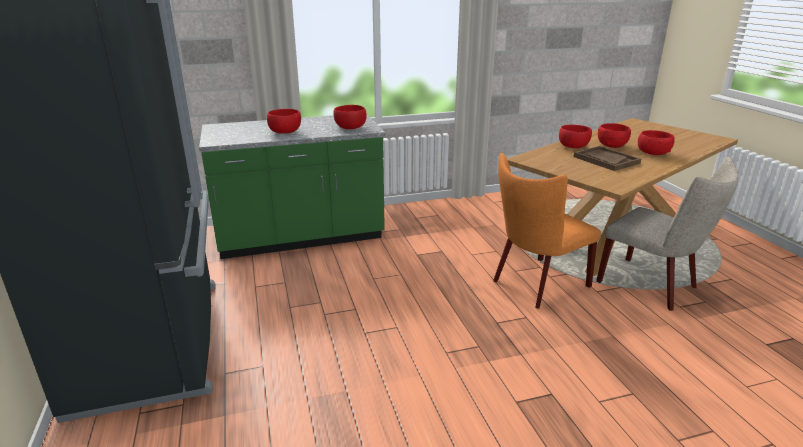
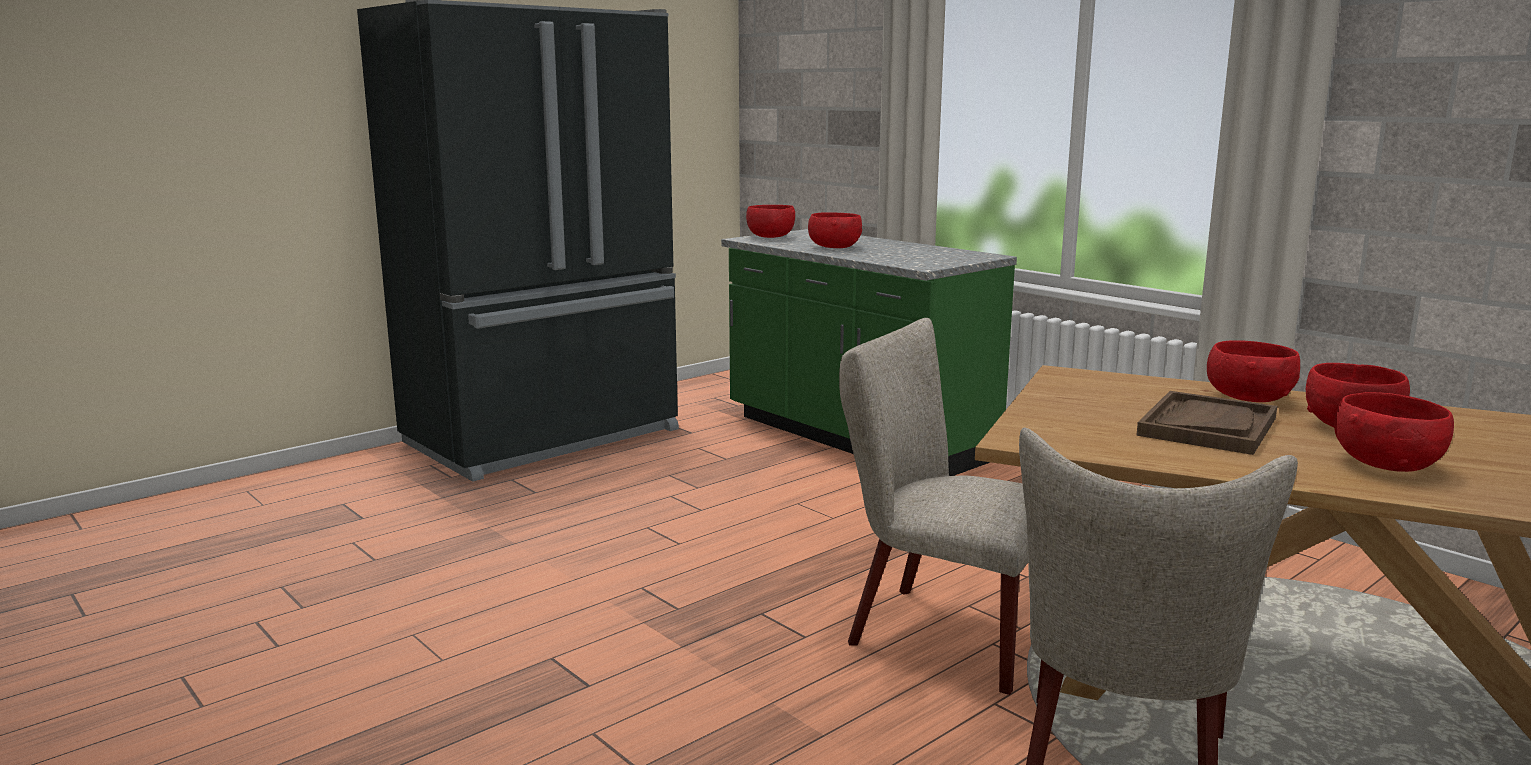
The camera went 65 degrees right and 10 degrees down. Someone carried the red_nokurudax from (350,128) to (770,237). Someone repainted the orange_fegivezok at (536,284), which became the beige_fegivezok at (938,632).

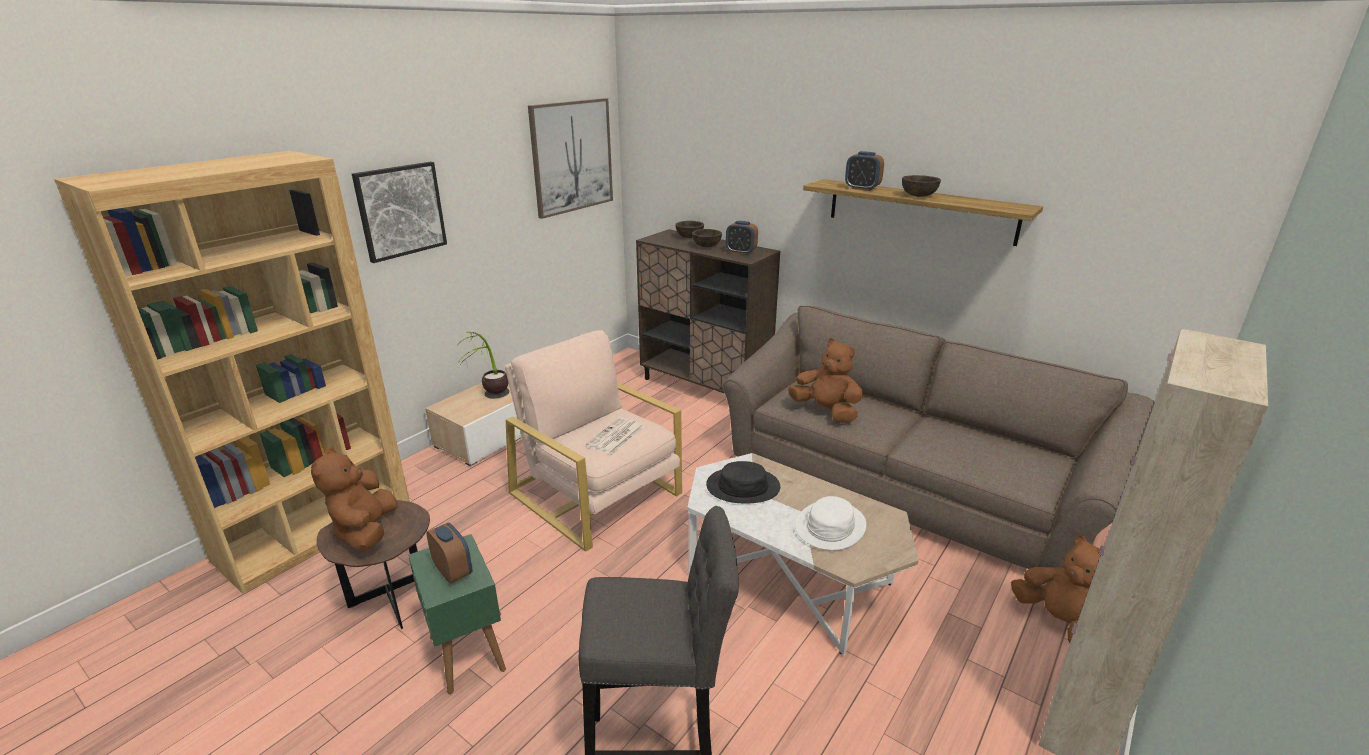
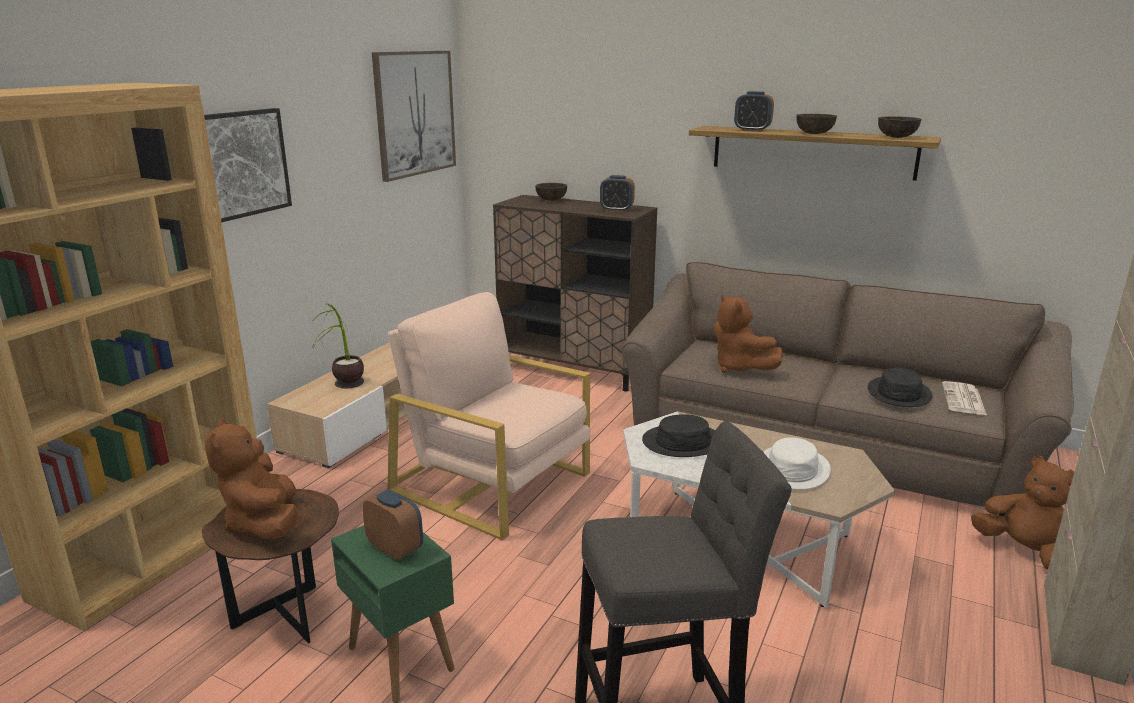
The camera went 10 degrees left and 5 degrees down. Someone carried the brown_nokurudax from (706,246) to (896,137). Someone rotated the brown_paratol at (826,411) by 150 degrees counterclockwise. Someone carried the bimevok from (615,437) to (964,400). Someone put down the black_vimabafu at (899,393).

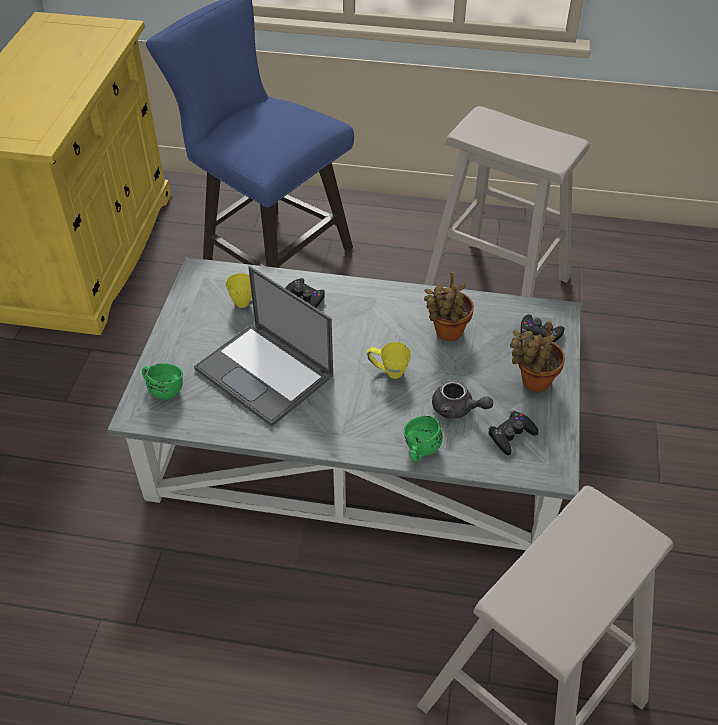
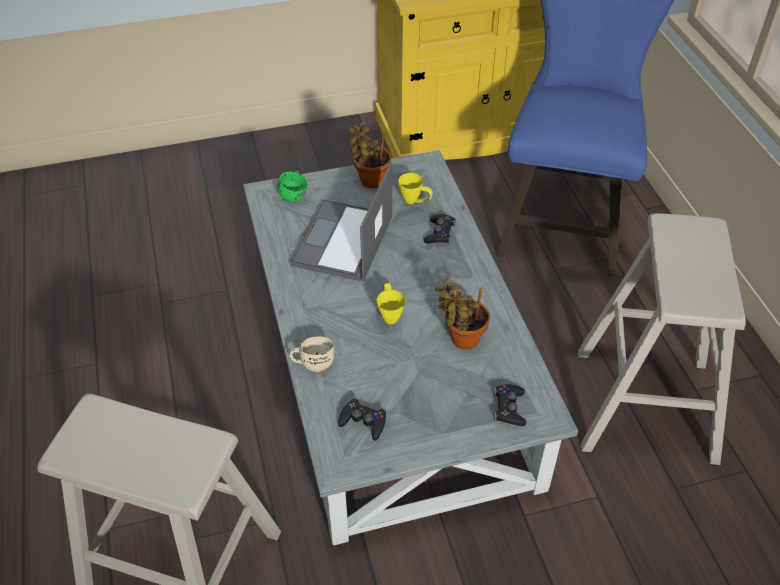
The camera went 65 degrees right and 0 degrees up. Someone carried the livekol from (532,382) to (370,179). Someone took away the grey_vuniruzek at (457,409). Someone repainted the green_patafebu at (419,450), which became the beige_patafebu at (313,362).

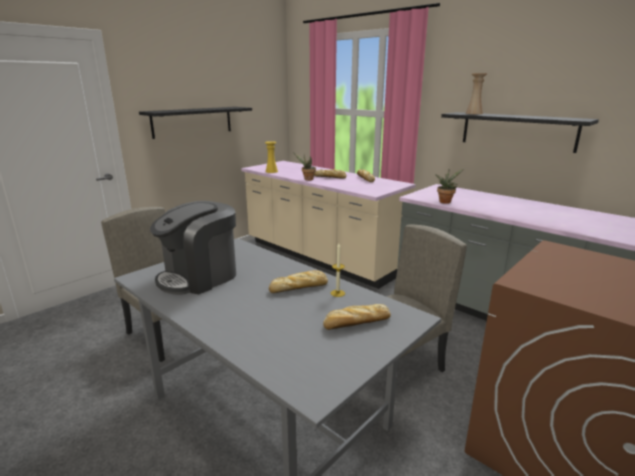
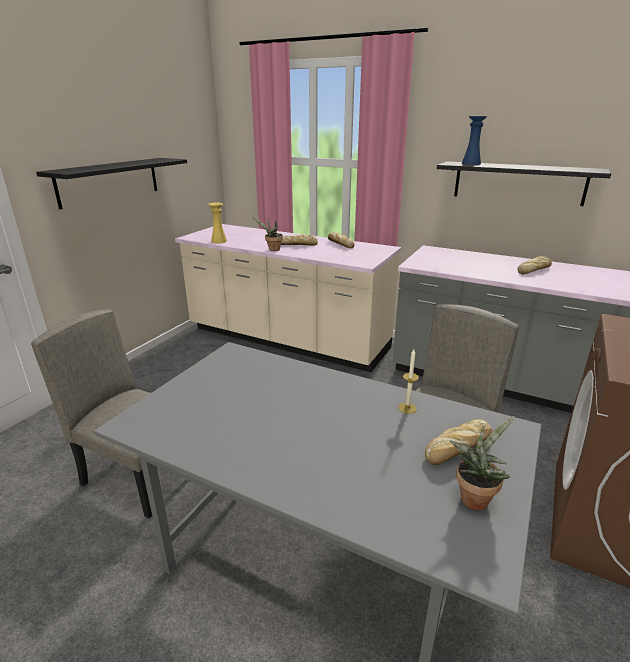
The camera went 15 degrees left and 5 degrees up. Someone repainted the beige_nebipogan at (474,113), which became the blue_nebipogan at (471,163). Someone carried the livekol from (445,201) to (474,496). Someone took away the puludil at (200,276). Someone carried the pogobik from (300,287) to (534,269).

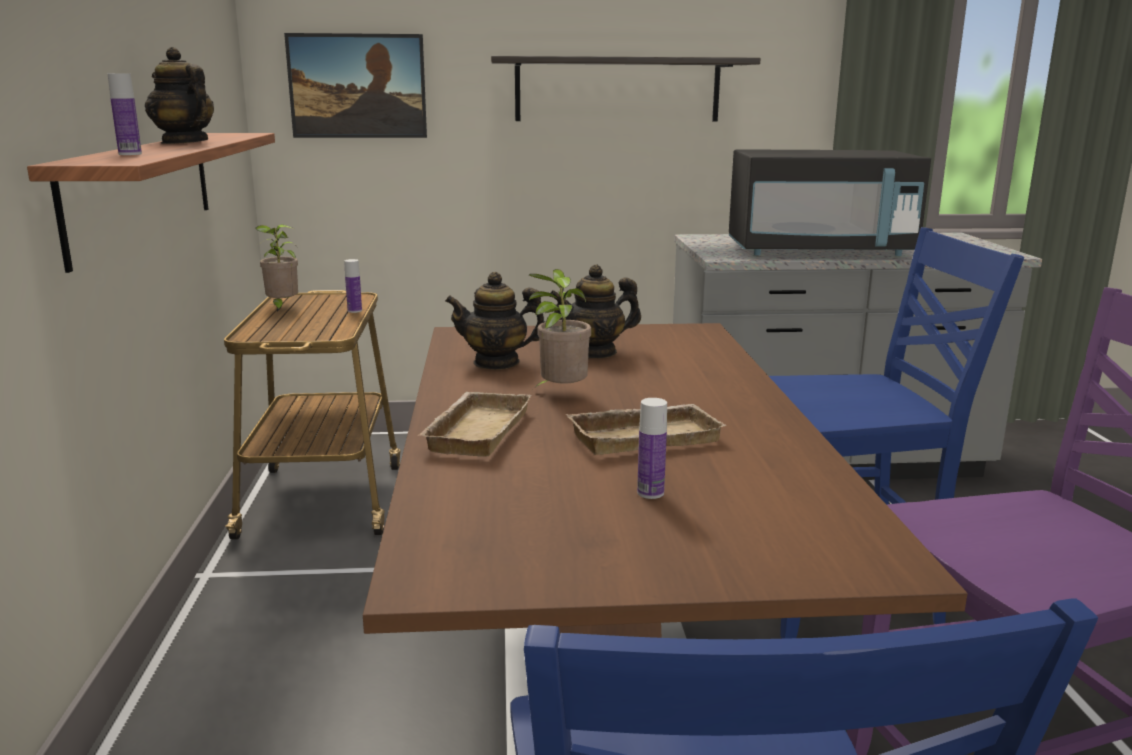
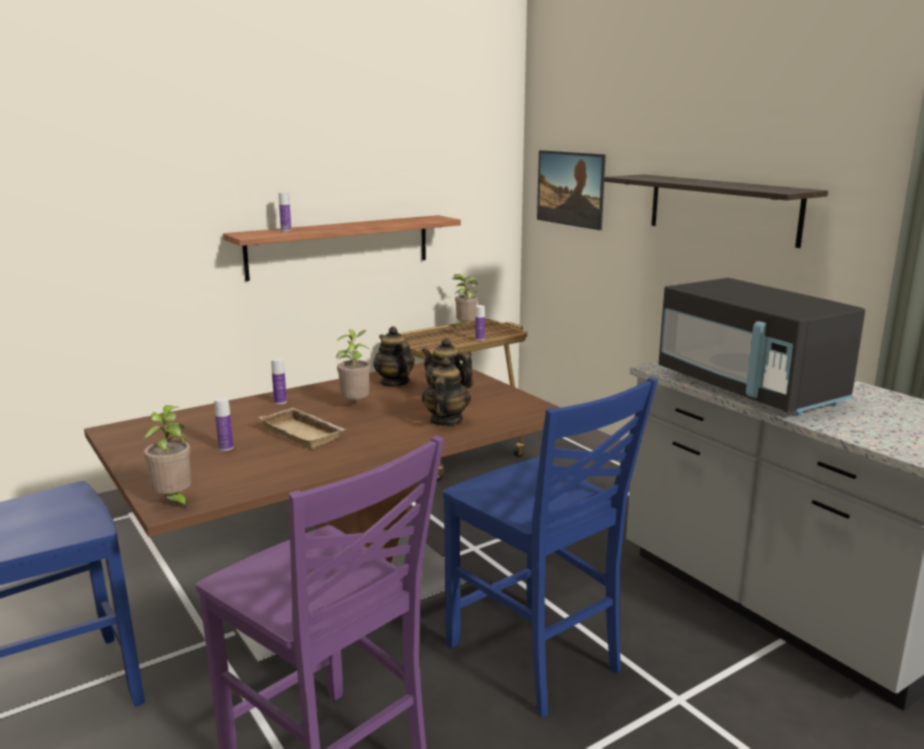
The camera went 60 degrees right and 0 degrees up. Someone carried the vuniruzek from (184,142) to (445,421). Someone swapped the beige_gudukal at (475,430) for the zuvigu at (280,402). Someone put down the livekol at (174,502).

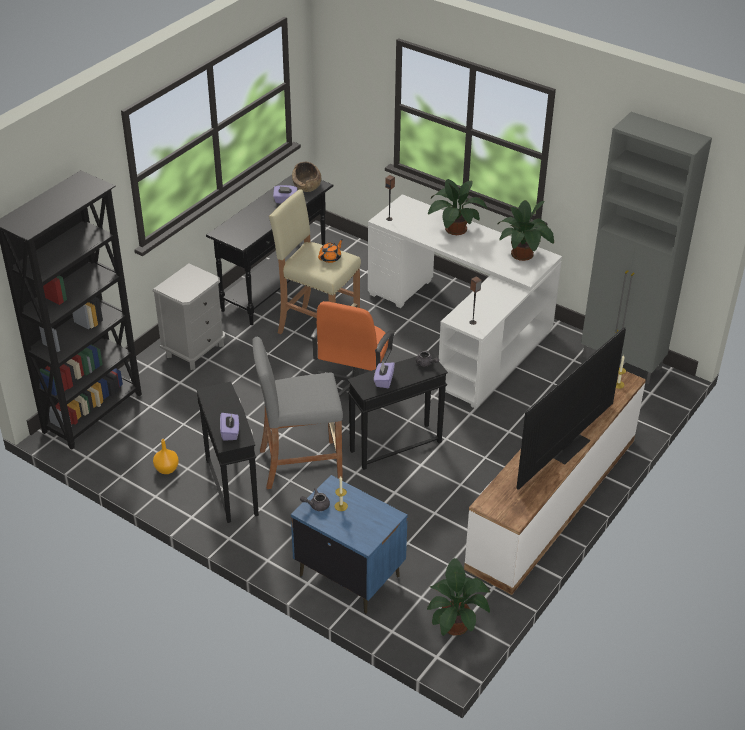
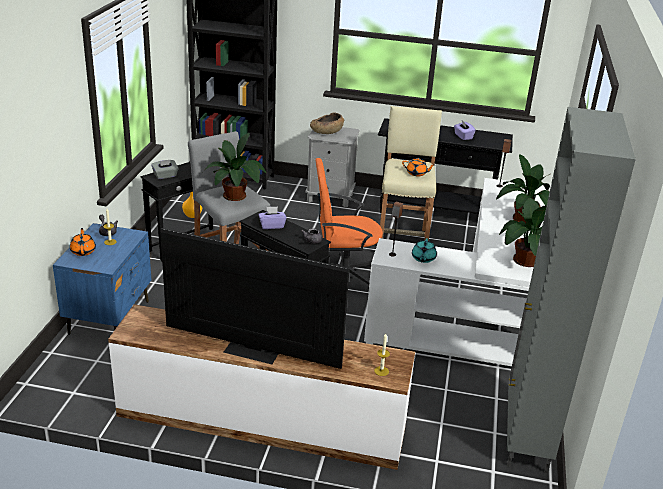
The camera went 65 degrees right and 10 degrees down. Someone carried the brown_nokurudax from (307,185) to (326,131). Someone repainted the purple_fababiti at (230,432), which became the grey_fababiti at (165,176). Someone carried the livekol from (456,622) to (236,195). Someone put down the orange_vuniruzek at (83,251). Someone put down the turquoise_vuniruzek at (423,258).

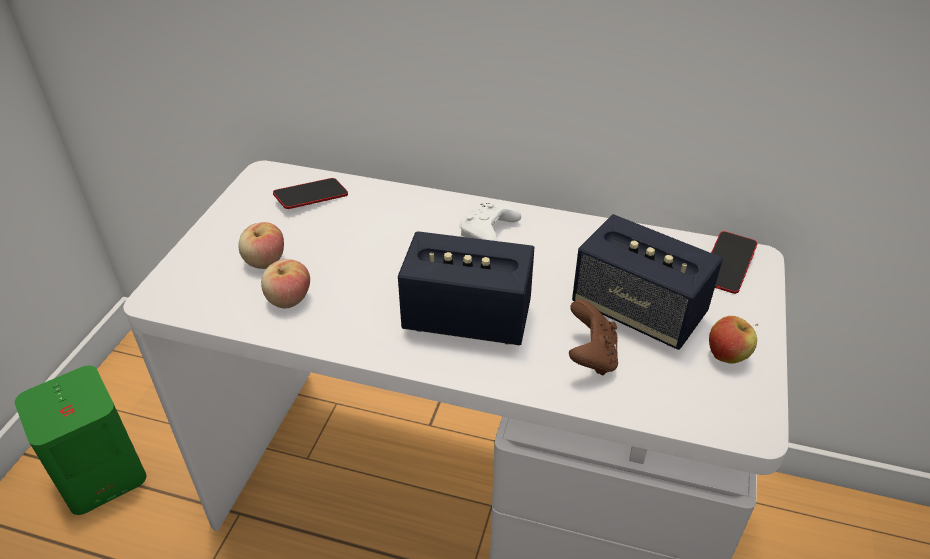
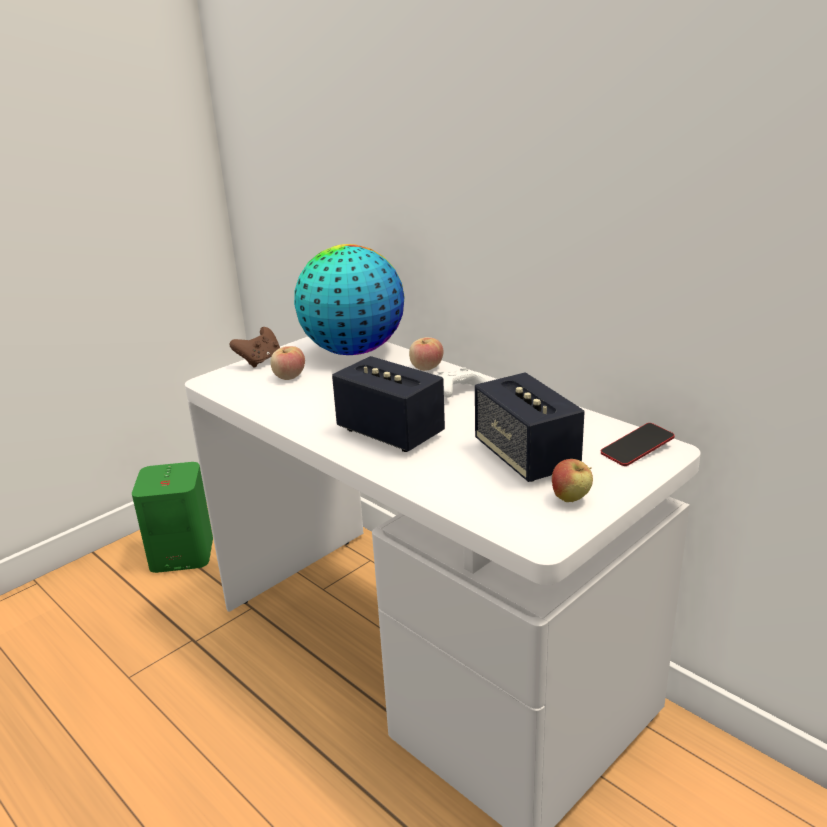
The camera went 30 degrees right and 15 degrees down. Someone swapped the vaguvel at (311,198) for the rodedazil at (353,351). Someone carried the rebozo from (288,299) to (426,368). Someone carried the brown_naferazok from (591,357) to (260,361).

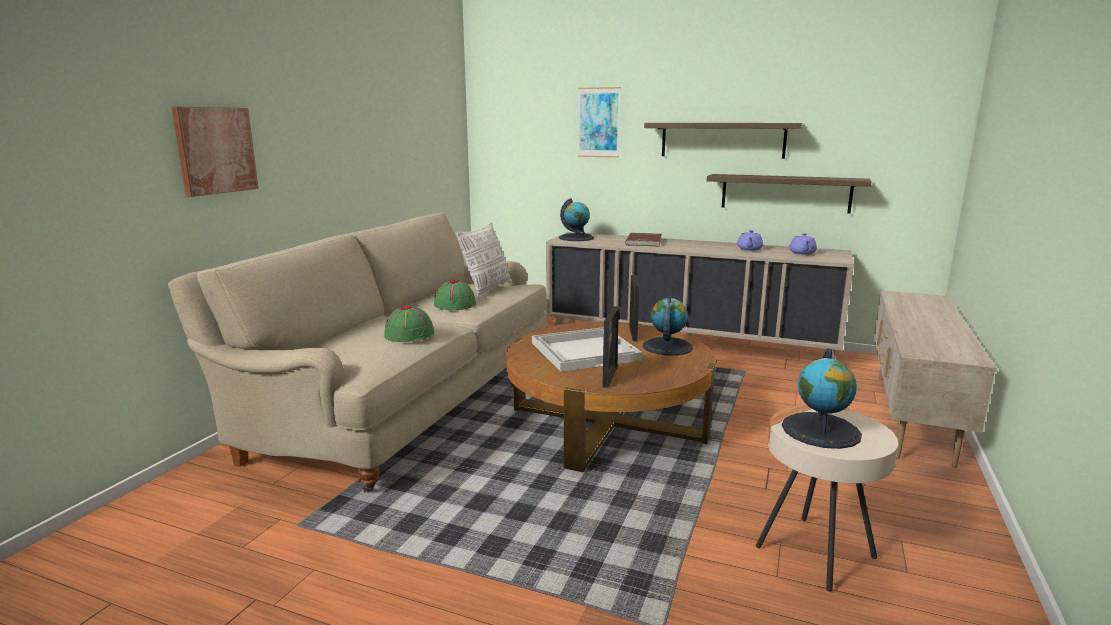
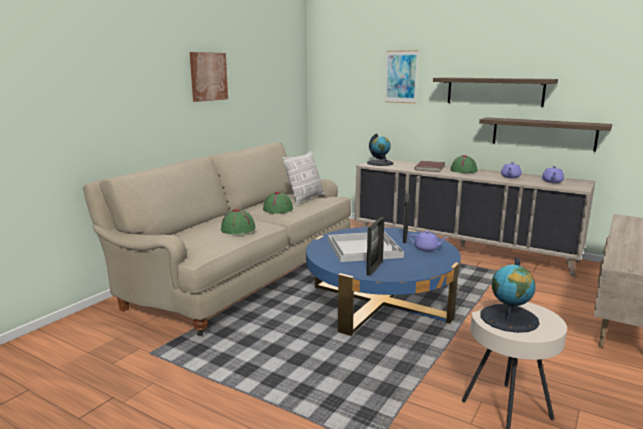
The camera went 10 degrees right and 0 degrees up. Someone carried the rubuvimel from (215,150) to (208,76). Someone swapped the rodedazil at (667,346) for the purple_vuniruzek at (427,248). Someone repainted the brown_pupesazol at (607,423), which became the blue_pupesazol at (380,302). Someone put down the green_vimabafu at (463,171).

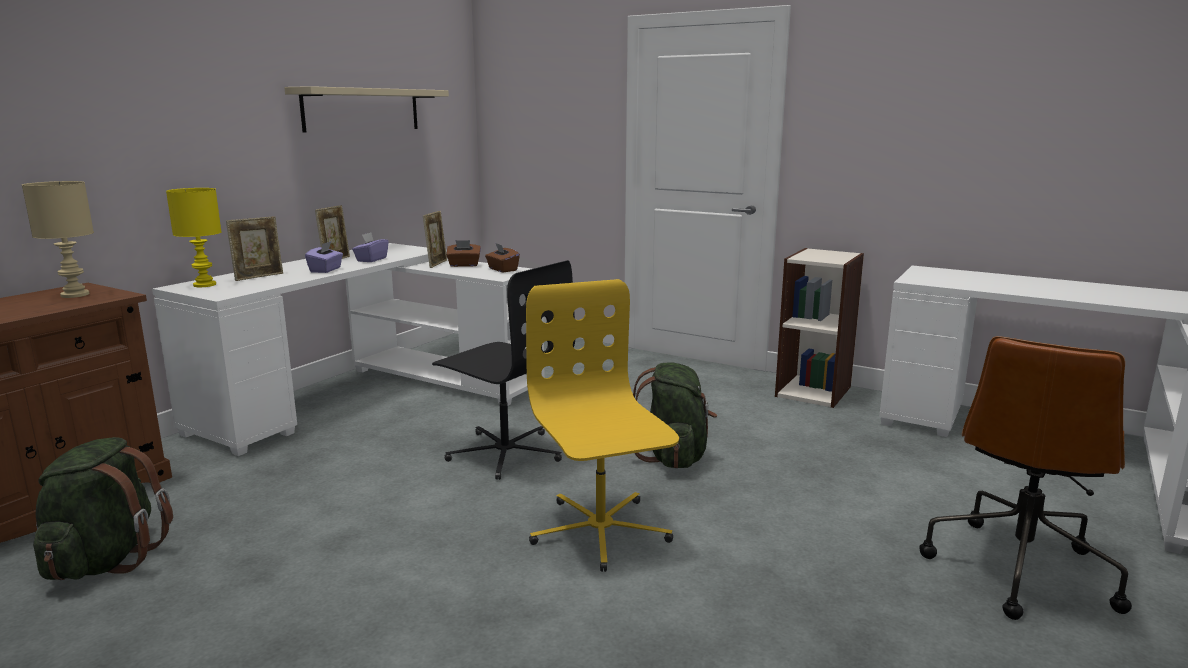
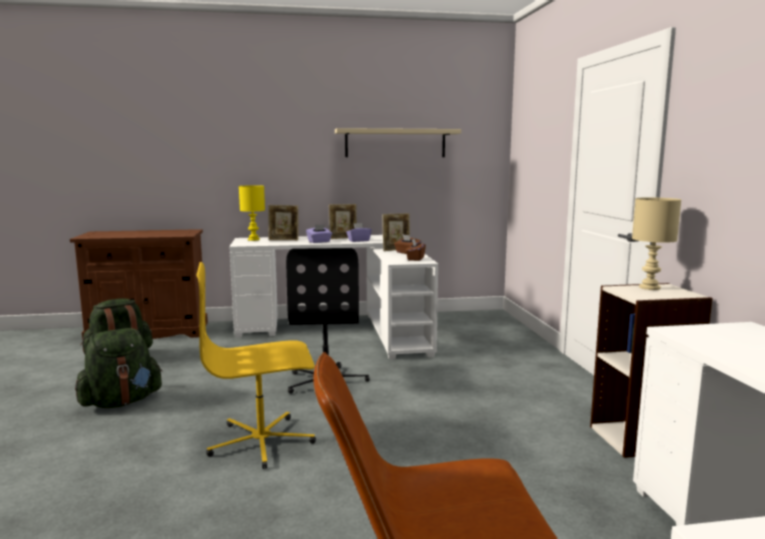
The camera went 50 degrees right and 5 degrees down. Someone carried the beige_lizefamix from (74,295) to (649,288). Someone rotated the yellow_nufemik at (599,531) by 135 degrees counterclockwise. Someone carried the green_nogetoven from (673,457) to (121,402).

